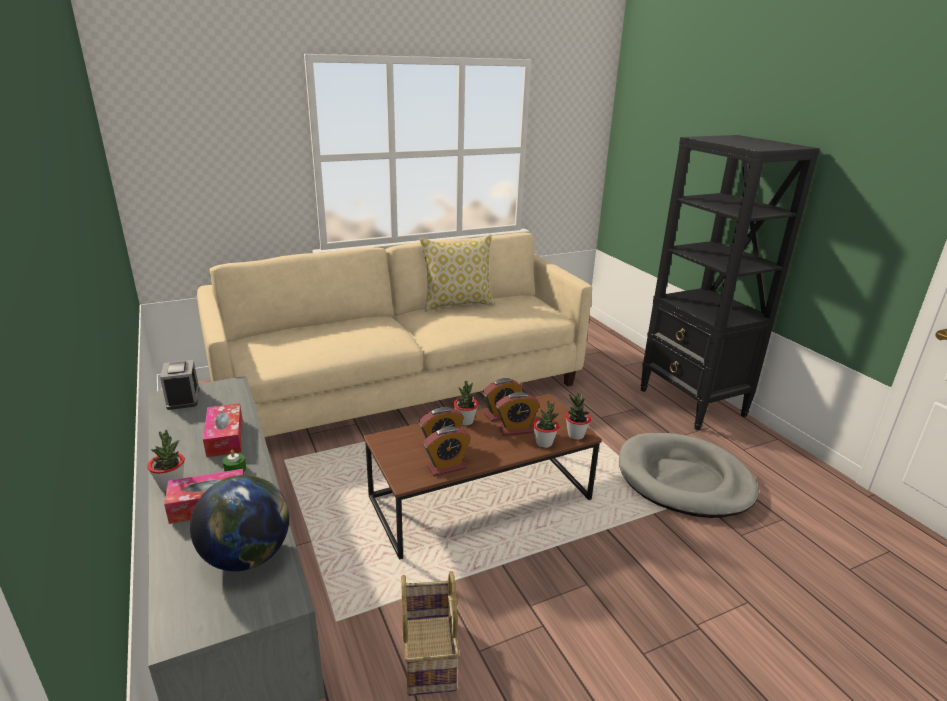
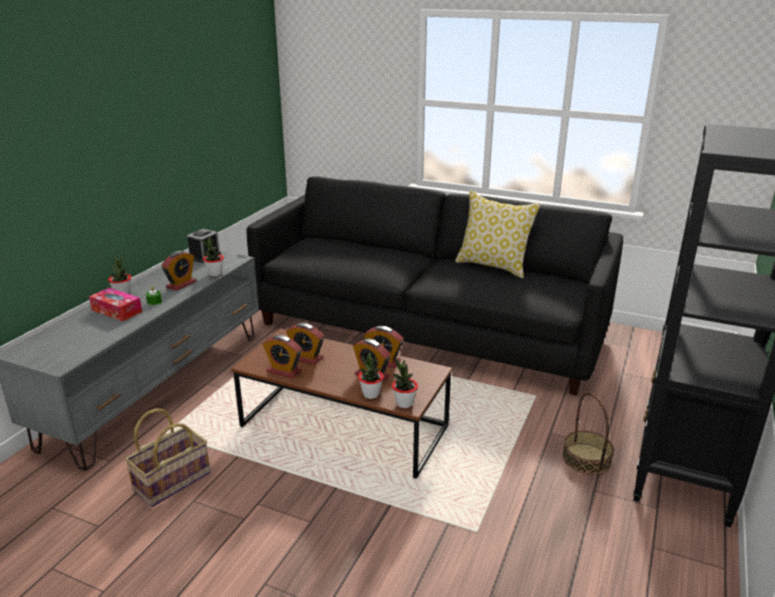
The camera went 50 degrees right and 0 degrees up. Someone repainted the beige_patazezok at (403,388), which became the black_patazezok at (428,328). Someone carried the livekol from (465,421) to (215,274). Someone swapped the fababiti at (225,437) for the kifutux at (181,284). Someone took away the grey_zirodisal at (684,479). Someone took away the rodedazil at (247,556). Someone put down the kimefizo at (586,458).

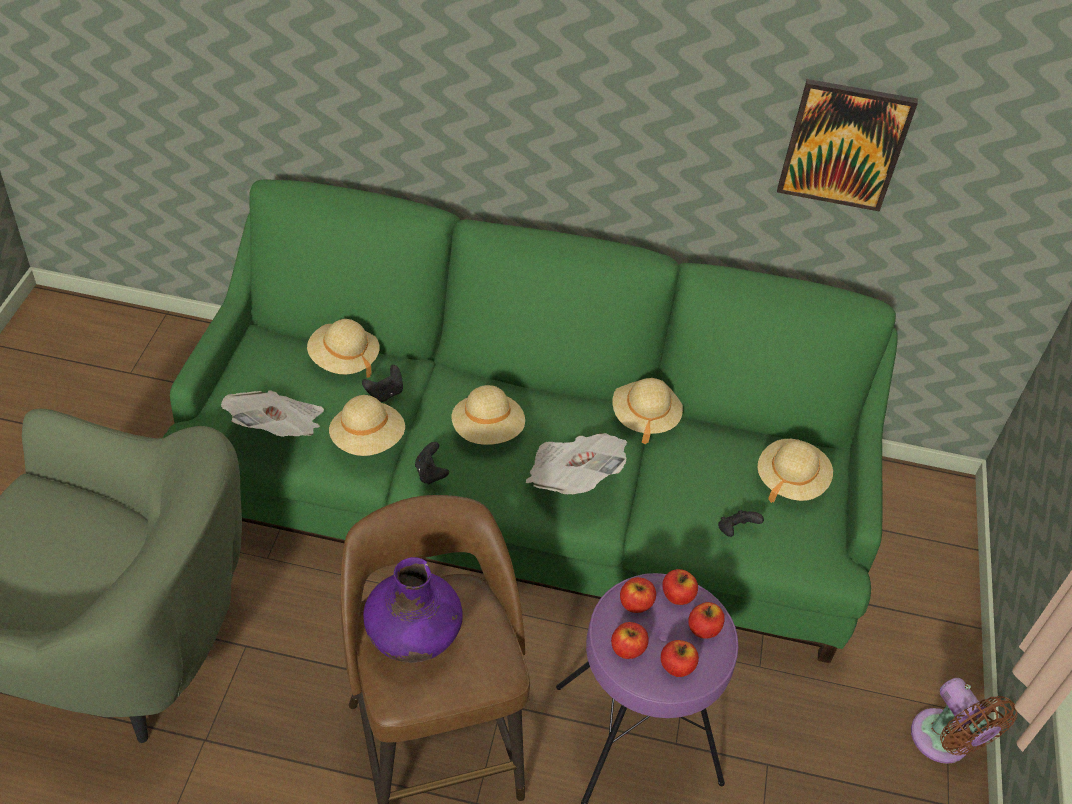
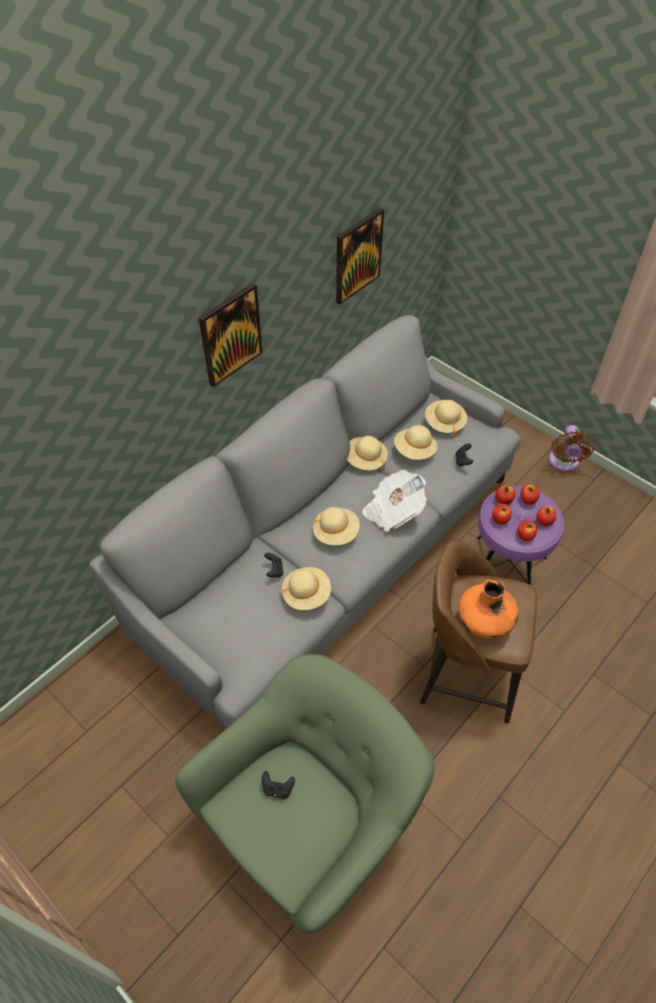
The camera went 55 degrees left and 5 degrees up. Someone repainted the green_patazezok at (528,492), which became the grey_patazezok at (329,552). Someone carried the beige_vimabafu from (344,359) to (414,451). Someone took away the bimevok at (279,430). Someone carried the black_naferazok from (430,473) to (277,788). Someone repainted the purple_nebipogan at (413,638), which became the orange_nebipogan at (484,622). Someone rotated the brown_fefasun at (944,742) by 90 degrees clockwise. Someone put up the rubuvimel at (230,335).

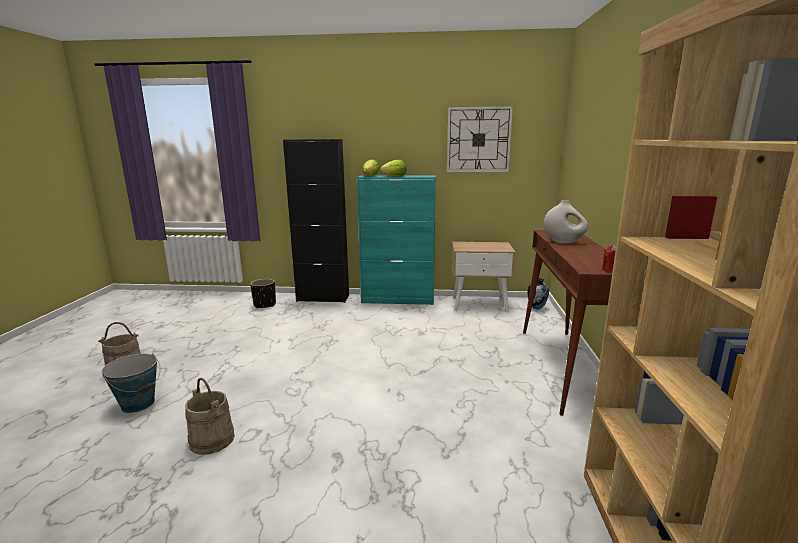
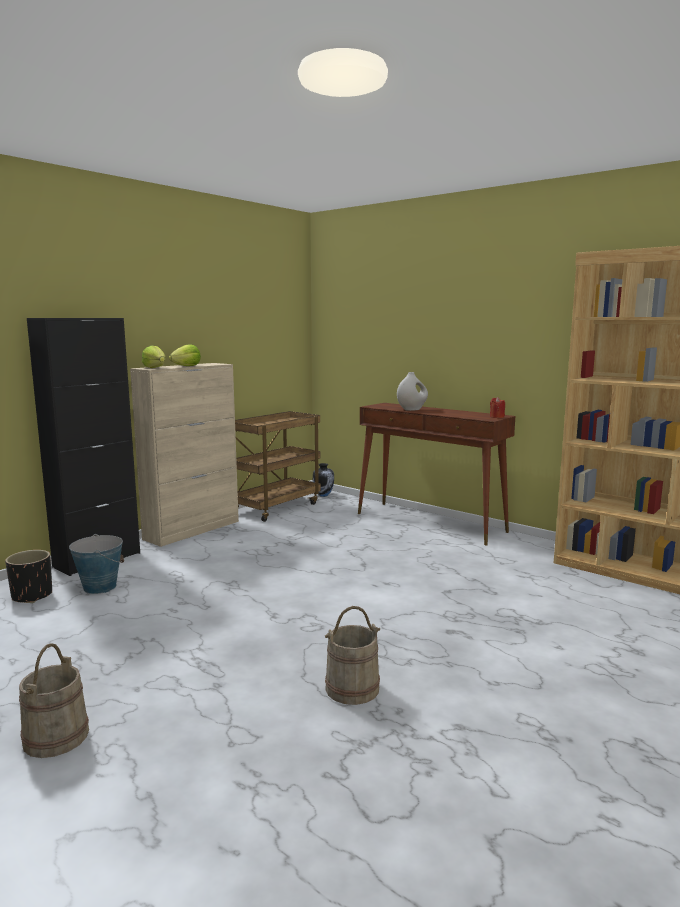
The camera went 55 degrees left and 5 degrees down. Someone took away the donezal at (478,140). Someone repainted the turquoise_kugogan at (398,299), which became the beige_kugogan at (193,530). Someone swapped the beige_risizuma at (479,304) for the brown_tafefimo at (276,507). Someone carried the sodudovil from (138,404) to (100,587).

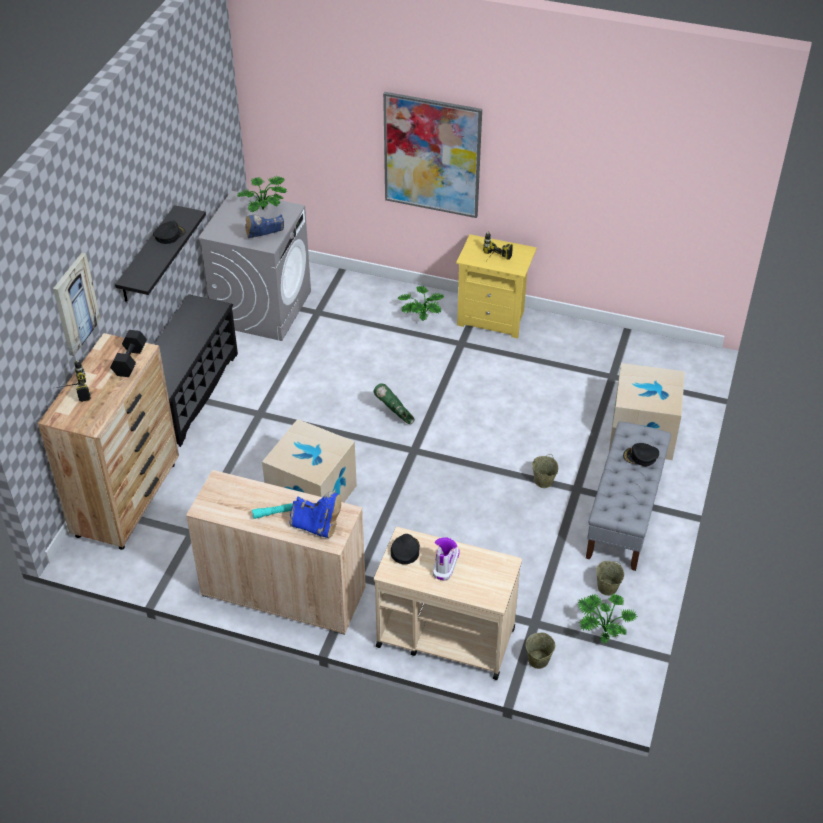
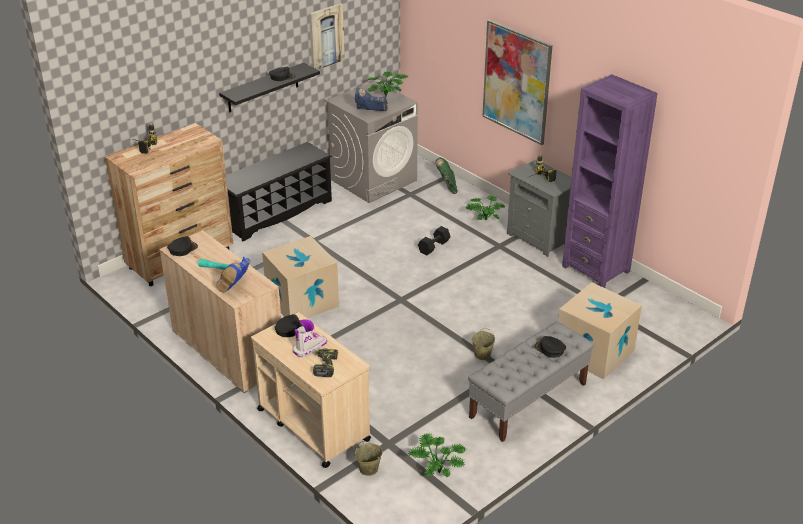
The camera went 30 degrees right and 10 degrees down. Someone repainted the yellow_risizuma at (493,318), which became the grey_risizuma at (539,238). Someone carried the rubuvimel from (75,304) to (326,36). Someone carried the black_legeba from (130,361) to (434,247). Someone carried the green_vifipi from (395,415) to (447,186). Someone rotated the blue_vifipi at (316,527) by 60 degrees clockwise. Someone took away the beige_sodudovil at (607,588). Someone put down the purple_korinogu at (596,269). Someone put down the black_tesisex at (182,249). Someone put down the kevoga at (325,366).

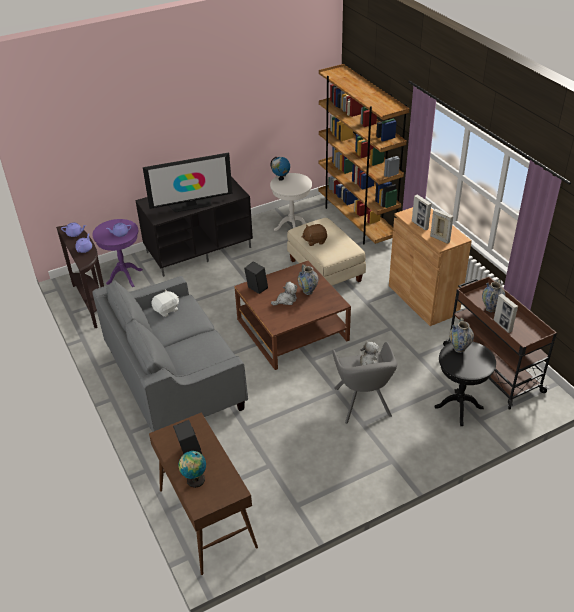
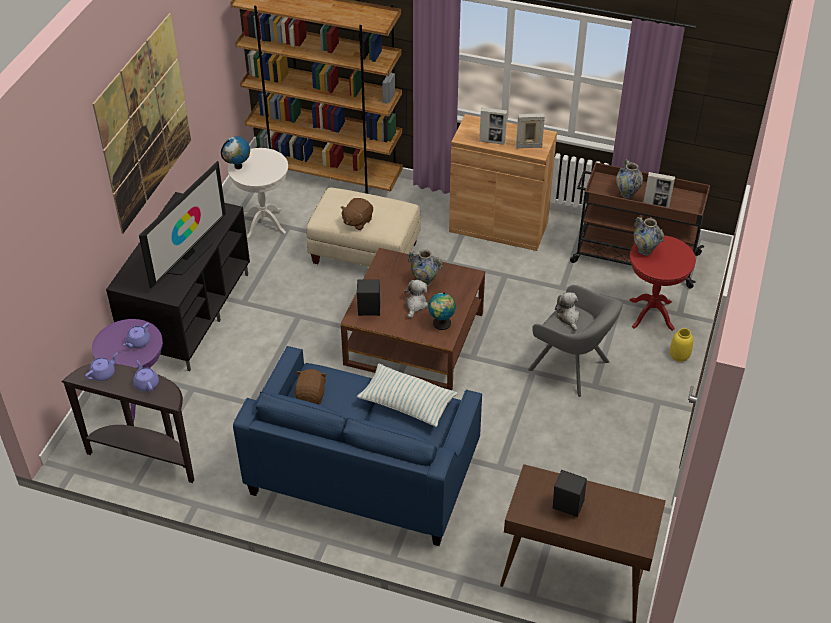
The camera went 45 degrees left and 5 degrees up. Someone repainted the grey_patazezok at (174,379), which became the blue_patazezok at (363,471). Someone repainted the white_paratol at (166,310), which became the brown_paratol at (311,395). Someone repainted the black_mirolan at (458,407), which became the red_mirolan at (651,314). Someone carried the rodedazil from (194,480) to (441,324). Someone put up the rubuvimel at (145,123). Someone put down the yellow_nebipogan at (679,356). Someone put down the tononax at (407,403).

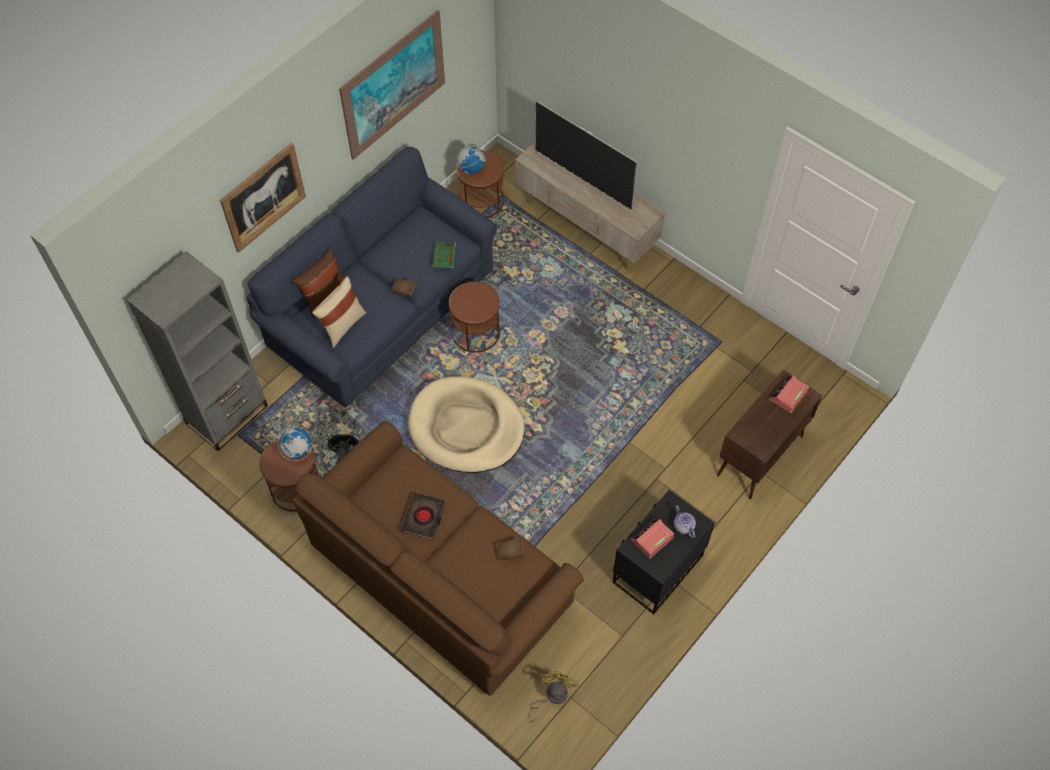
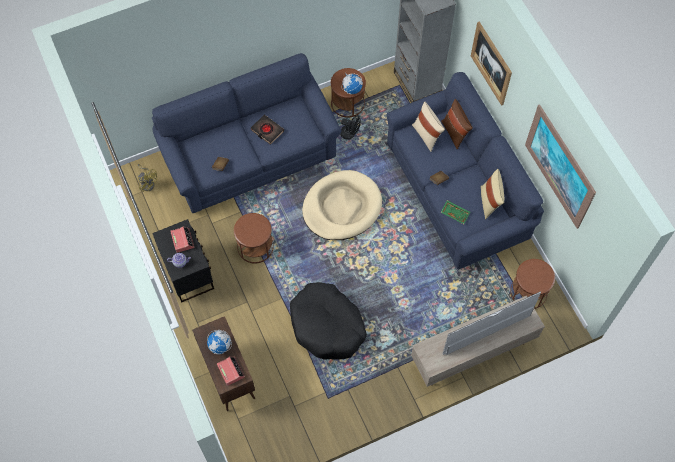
The camera went 115 degrees right and 5 degrees up. Someone carried the rodedazil from (471,168) to (220,346). Someone carried the brown_mirolan from (476,332) to (255,247). Someone repainted the brown_patazezok at (441,575), which became the blue_patazezok at (250,156). Someone put down the beige_tononax at (490,202). Someone put down the black_zirodisal at (327,325).

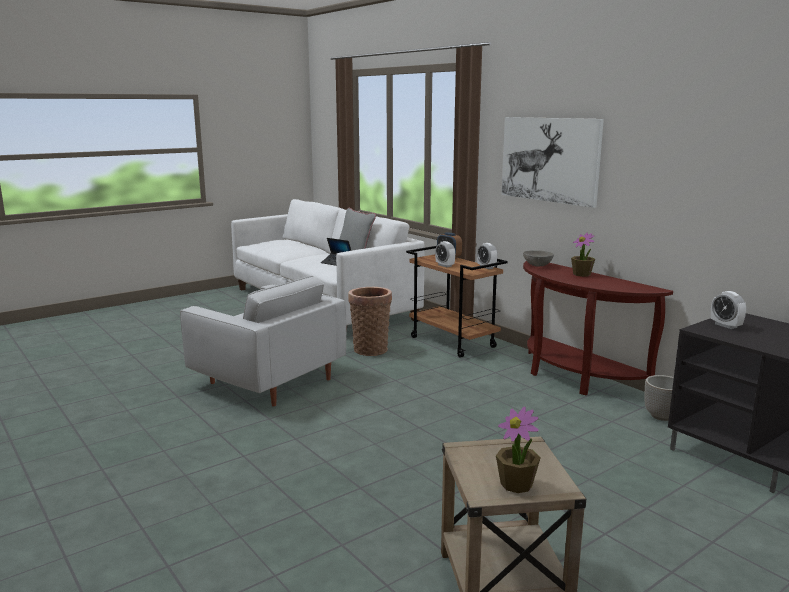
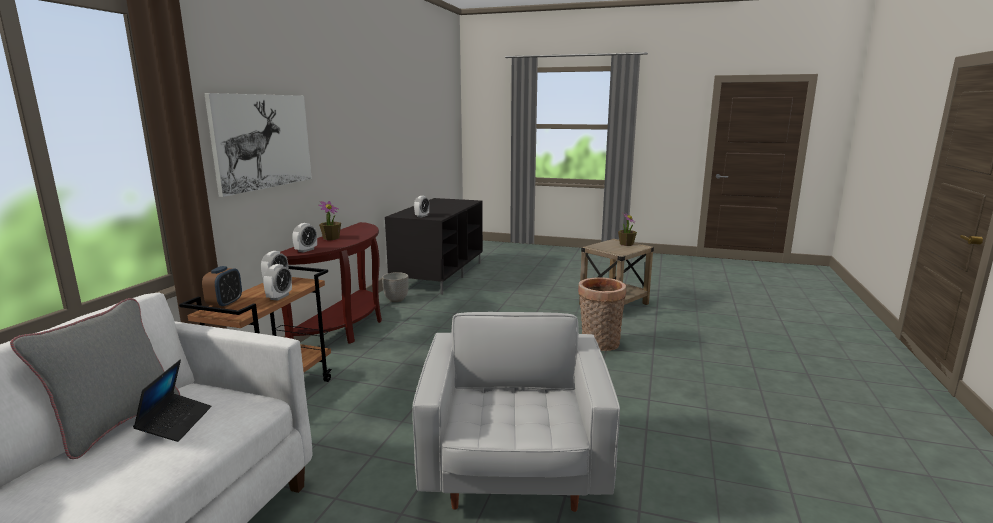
The camera went 125 degrees left and 0 degrees up. Someone swapped the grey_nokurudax at (538,265) for the kifutux at (306,250). Someone carried the kimefizo from (370,349) to (599,345).

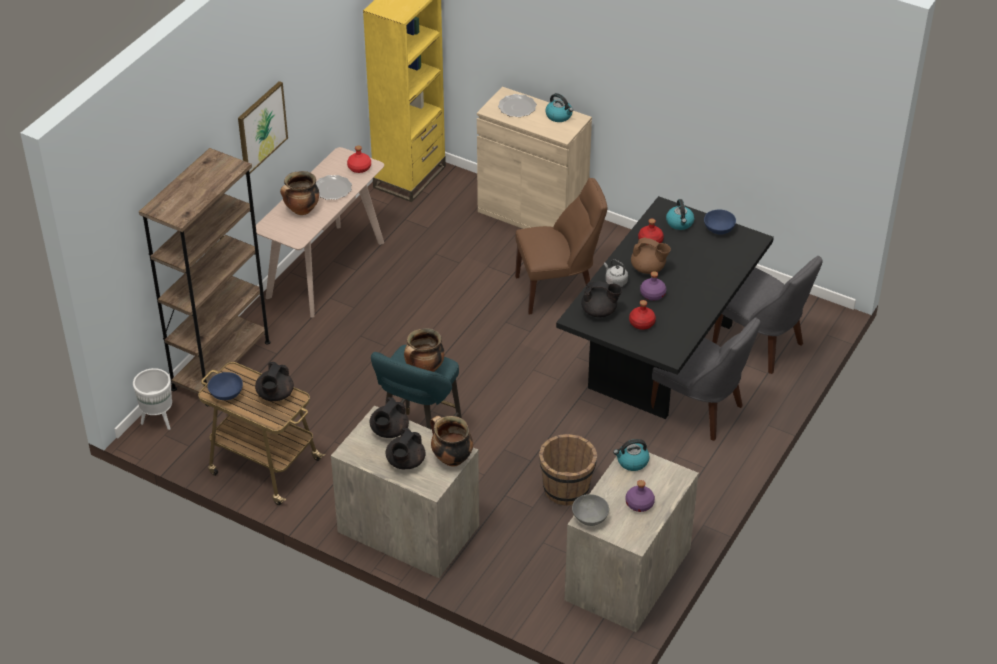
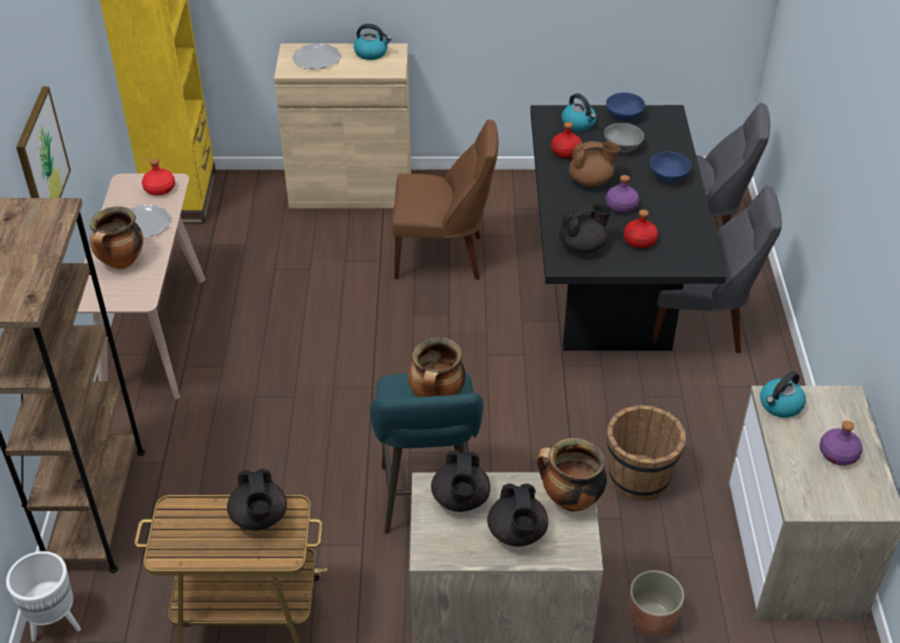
The camera went 30 degrees left and 0 degrees up. Someone rotated the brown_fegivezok at (559,289) by 45 degrees clockwise. Someone took away the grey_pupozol at (615,281). Someone carried the blue_nokurudax from (226,394) to (668,177). Someone carried the grey_nokurudax from (590,518) to (622,147). Someone put down the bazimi at (651,619).

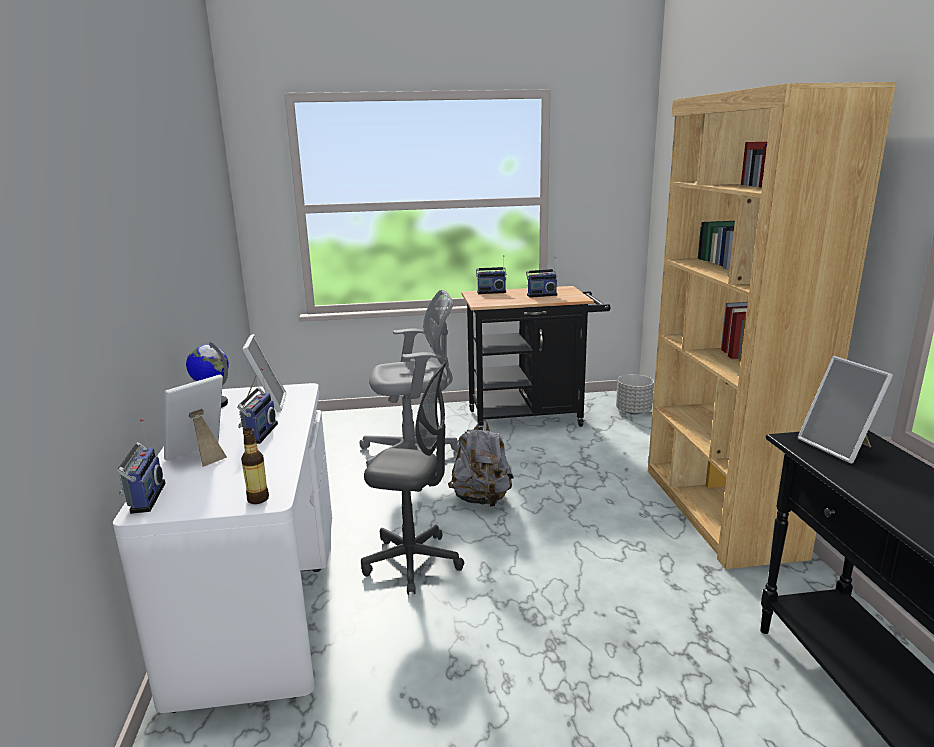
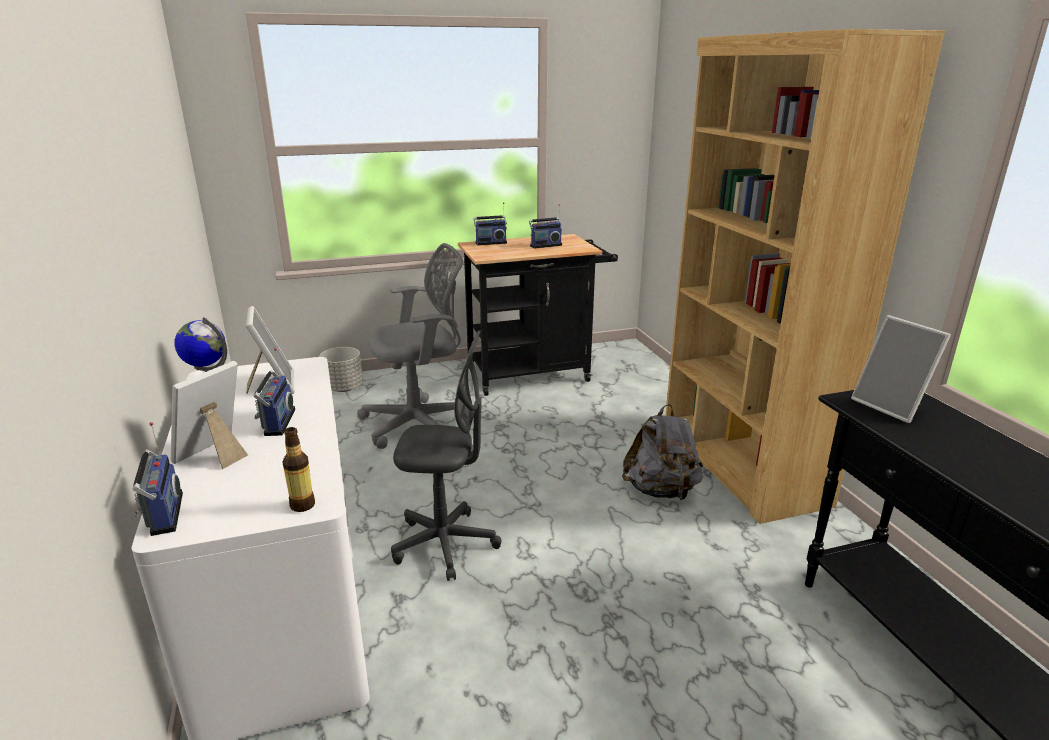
The camera went 10 degrees left and 5 degrees up. Someone carried the grey_bazimi from (633,411) to (344,388). Someone carried the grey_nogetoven from (482,499) to (661,491).

